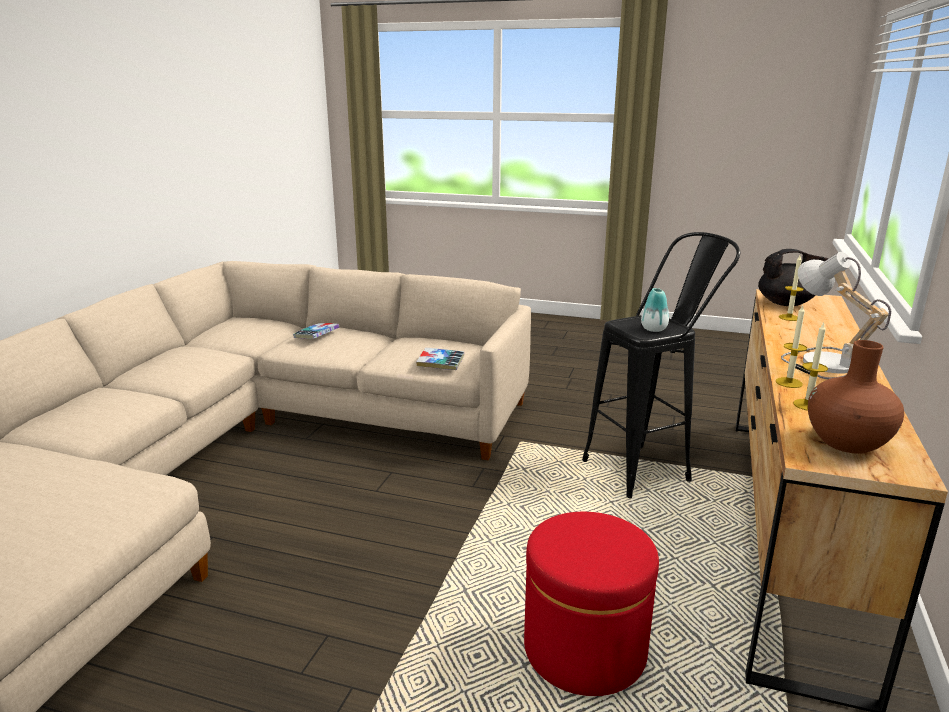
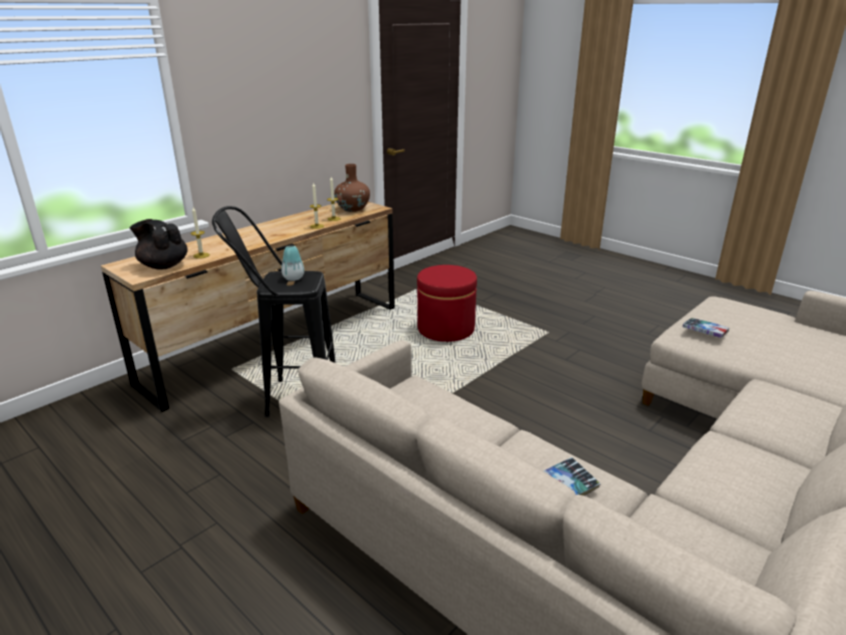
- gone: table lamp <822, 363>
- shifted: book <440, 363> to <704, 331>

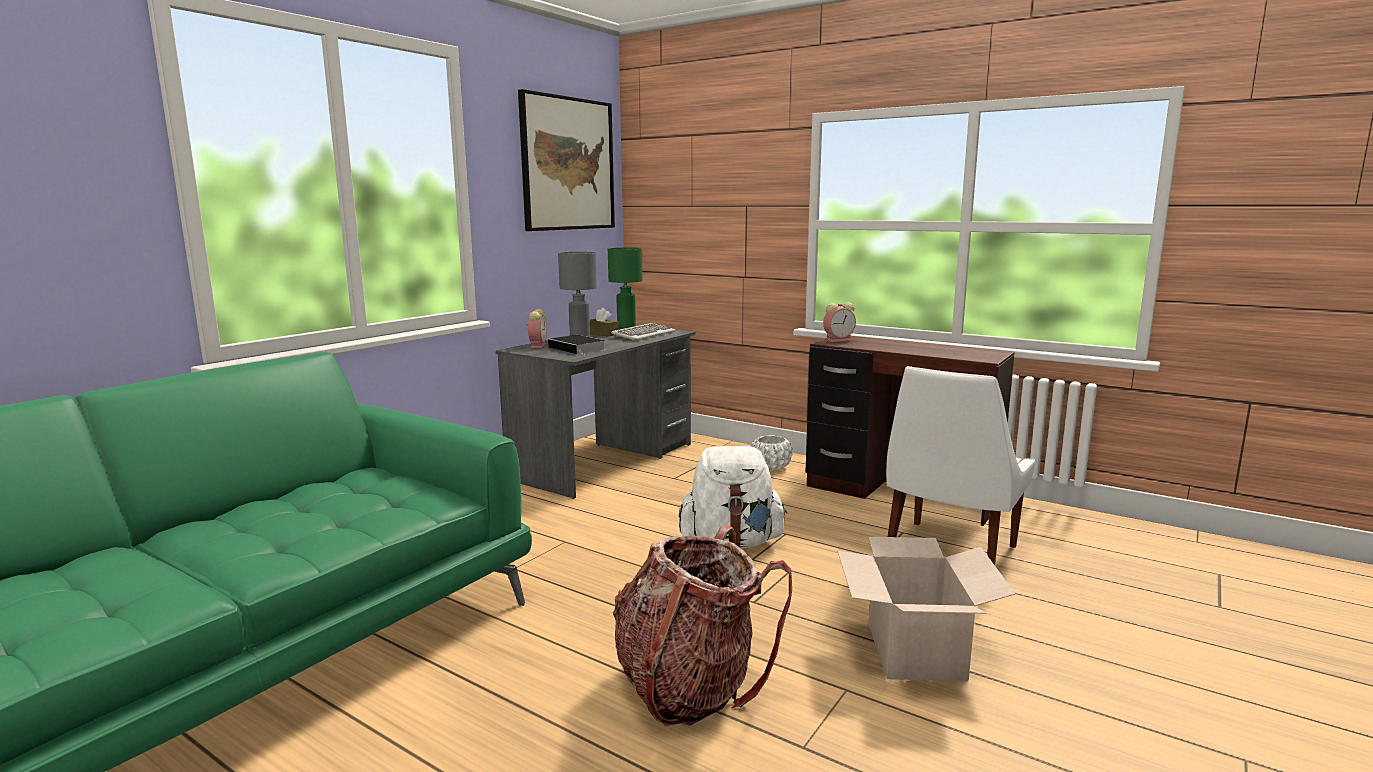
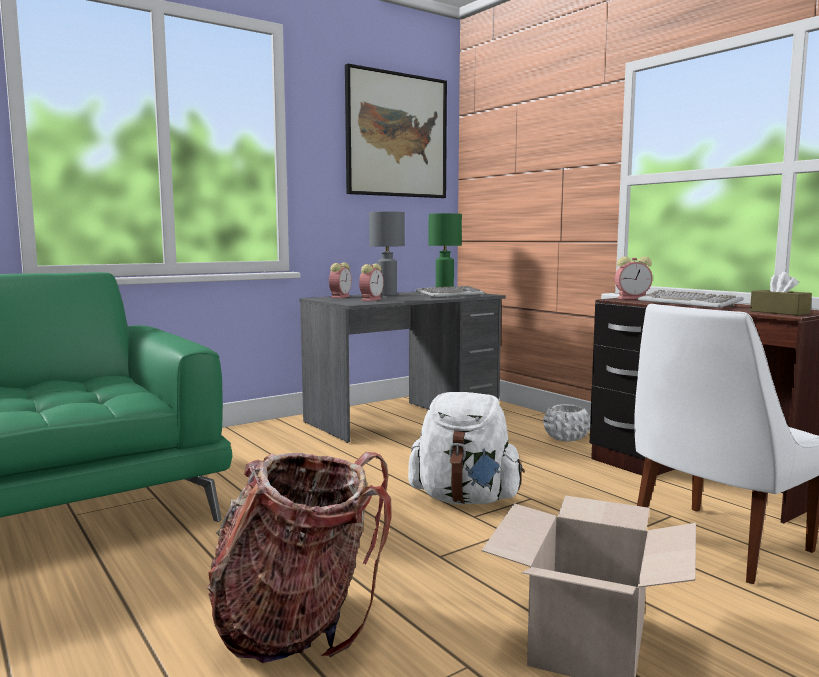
- new: keyboard <689, 304>
- shifted: brown tissue box <602, 334> to <779, 312>
- swapped: book <578, 349> to alarm clock <371, 299>

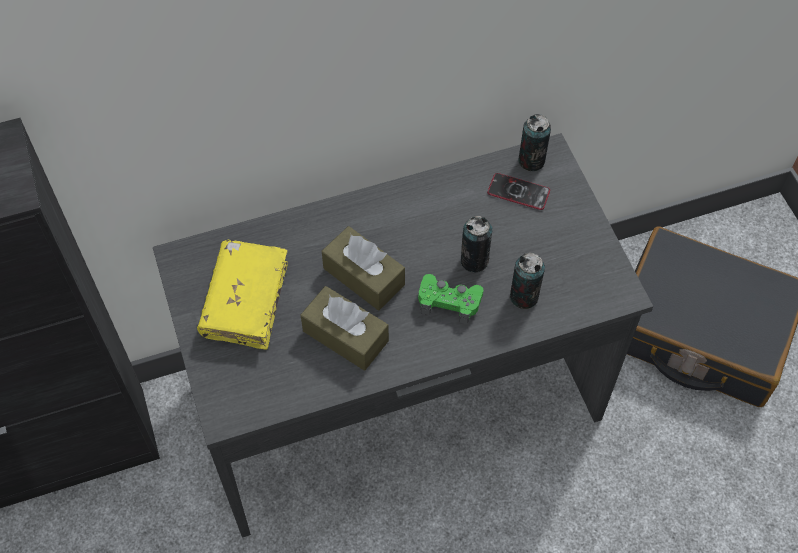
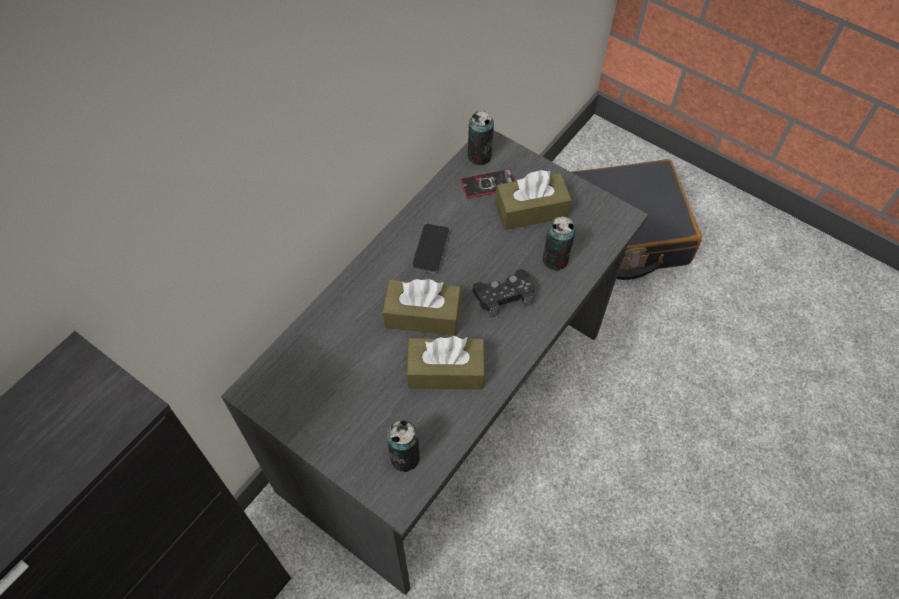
- gone: yellow book <245, 300>
- new: phone <431, 249>
- new: brown tissue box <531, 210>
- shifted: can <474, 260> to <405, 457>
- repainted: green game controller <449, 301> to black game controller <504, 296>

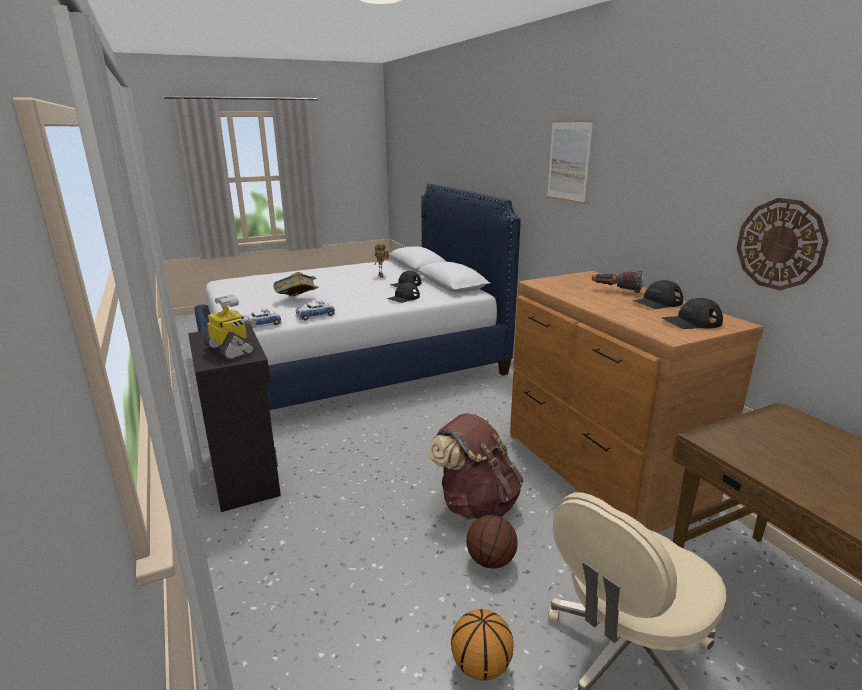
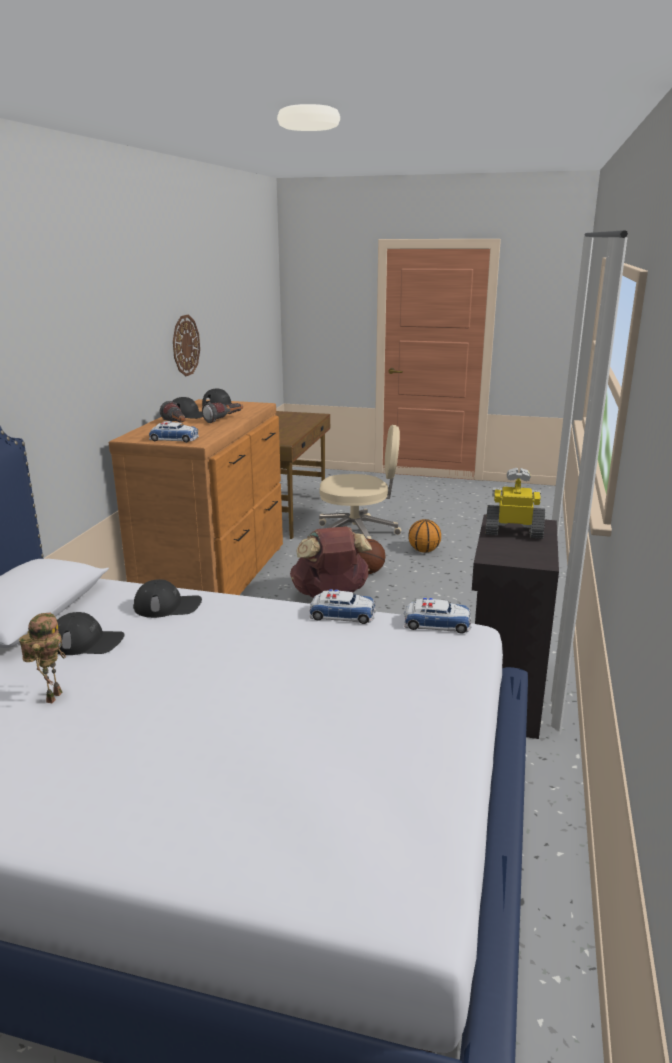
- gone: book <297, 300>
- gone: picture <568, 161>
- new: toy car <174, 439>
- new: flashlight <224, 420>
- rotated: toy robot <231, 350> = <514, 532> 105 degrees clockwise

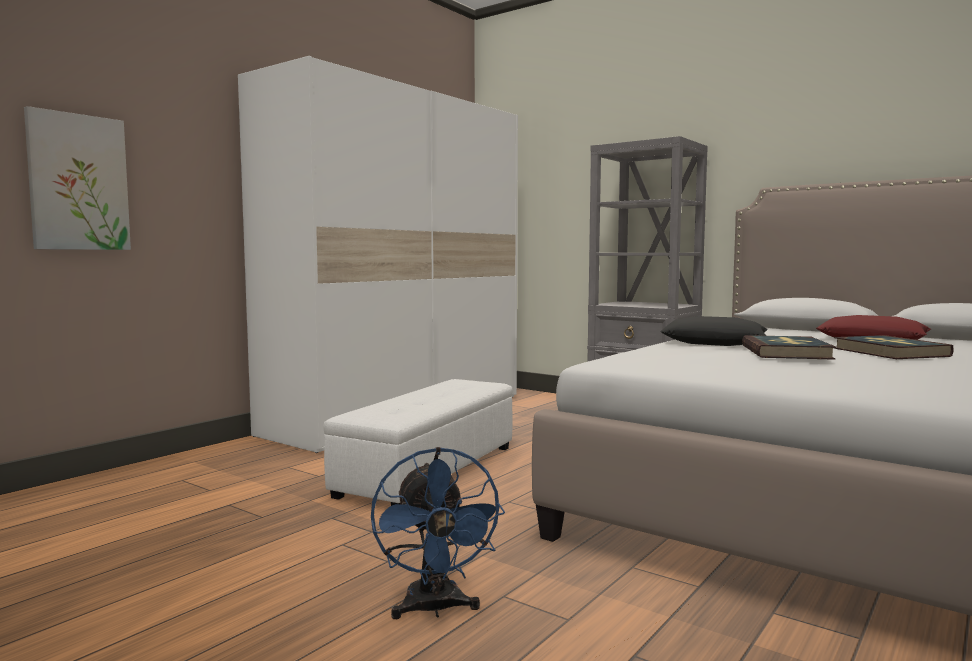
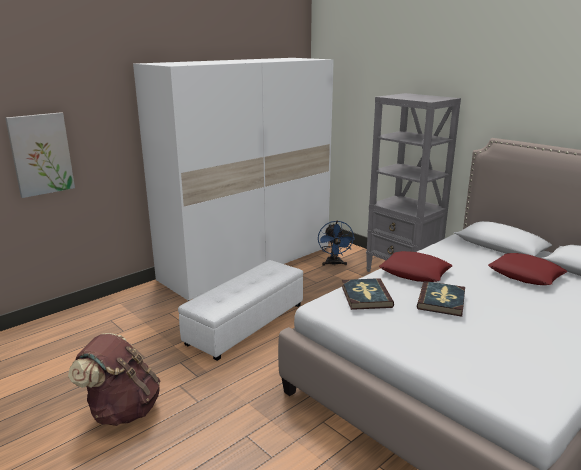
- new: brown backpack <122, 410>
- shifted: blue fan <435, 609> to <334, 264>
- shifted: book <889, 352> to <365, 296>
- repainted: black pillow <714, 342> to red pillow <415, 272>

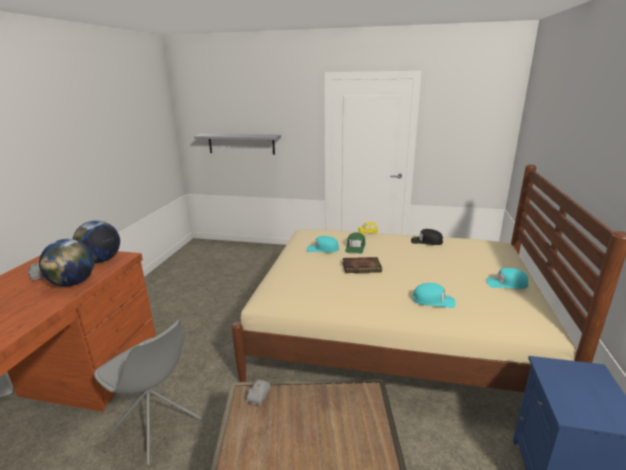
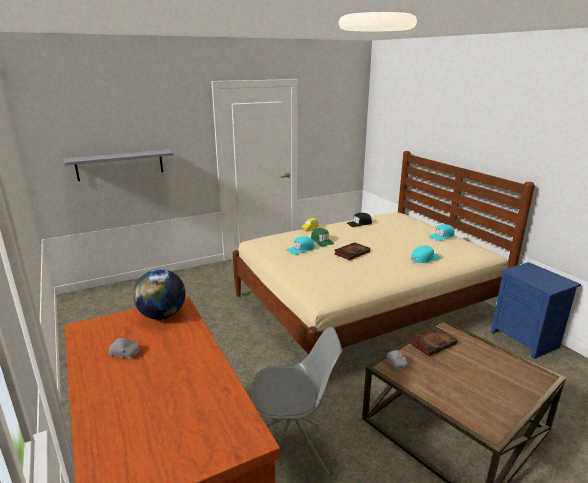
- gone: globe <73, 283>
- new: book <433, 343>

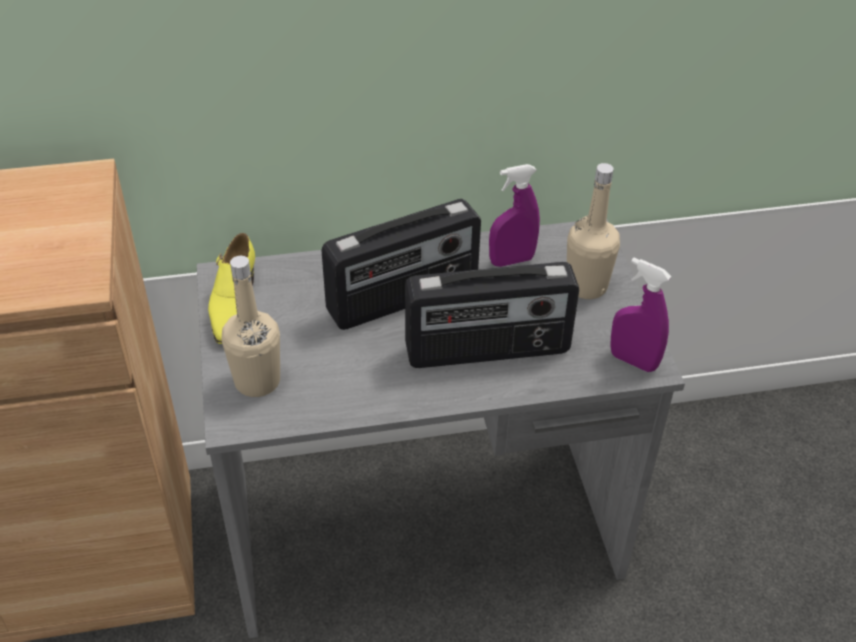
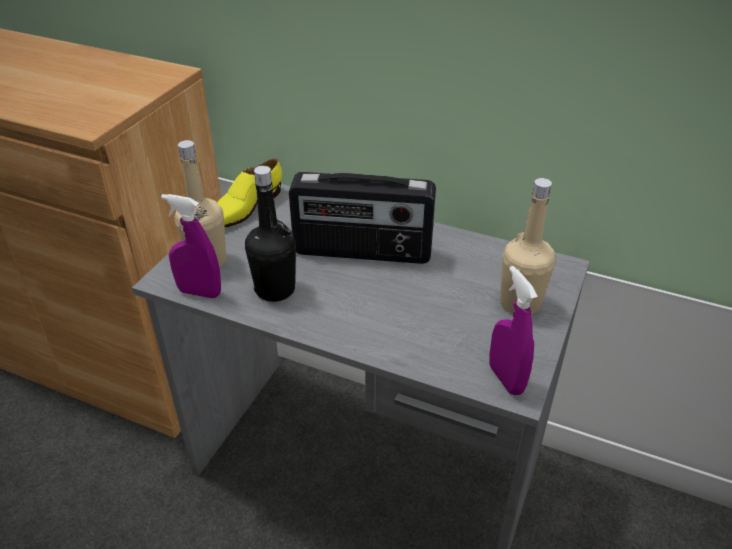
- gone: radio <487, 351>
- new: black bottle <275, 290>
- shifted: purple spray bottle <511, 260> to <199, 292>

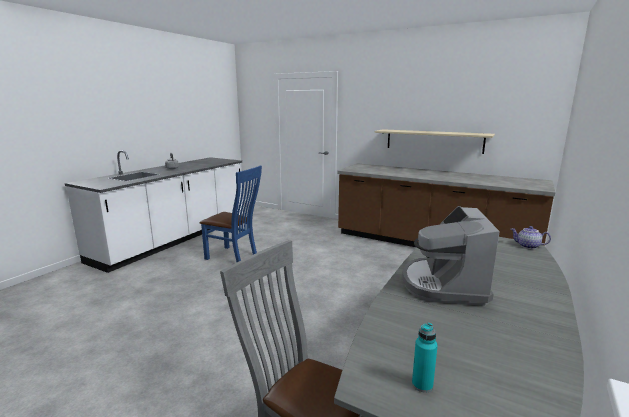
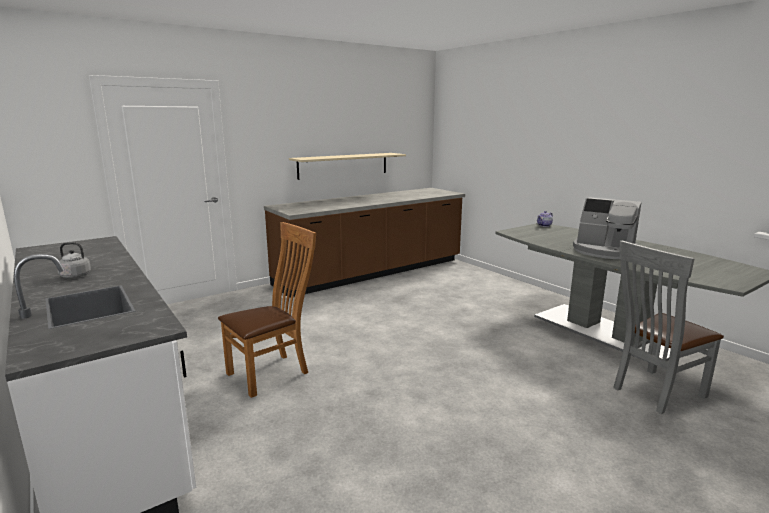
- gone: turquoise bottle <422, 385>
- repainted: blue chair <234, 256> to brown chair <272, 372>

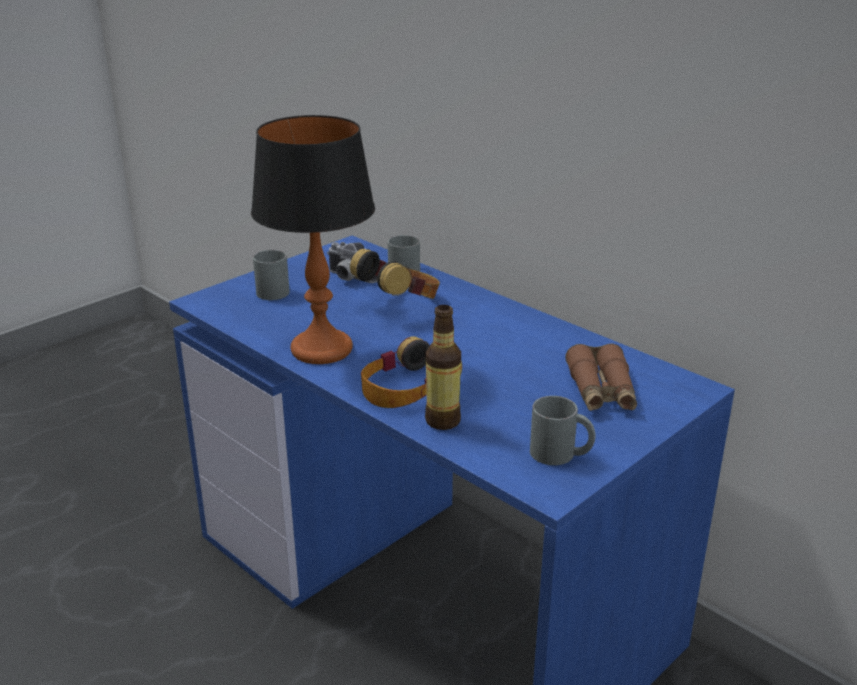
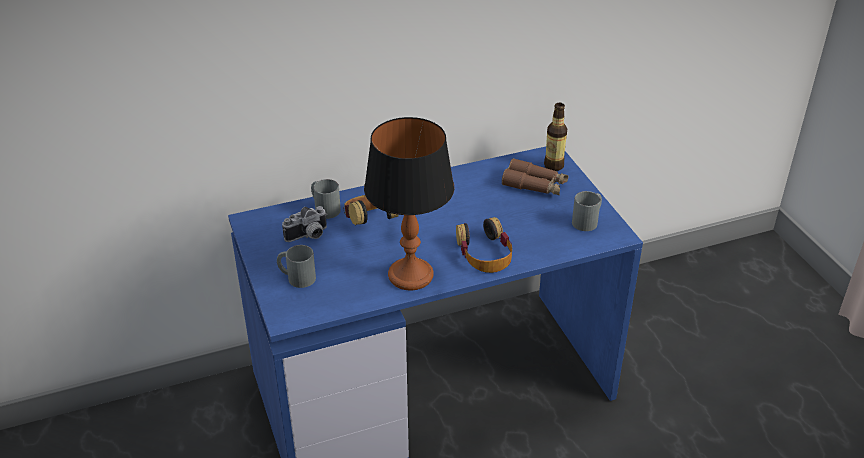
- shifted: bottle <442, 421> to <554, 166>

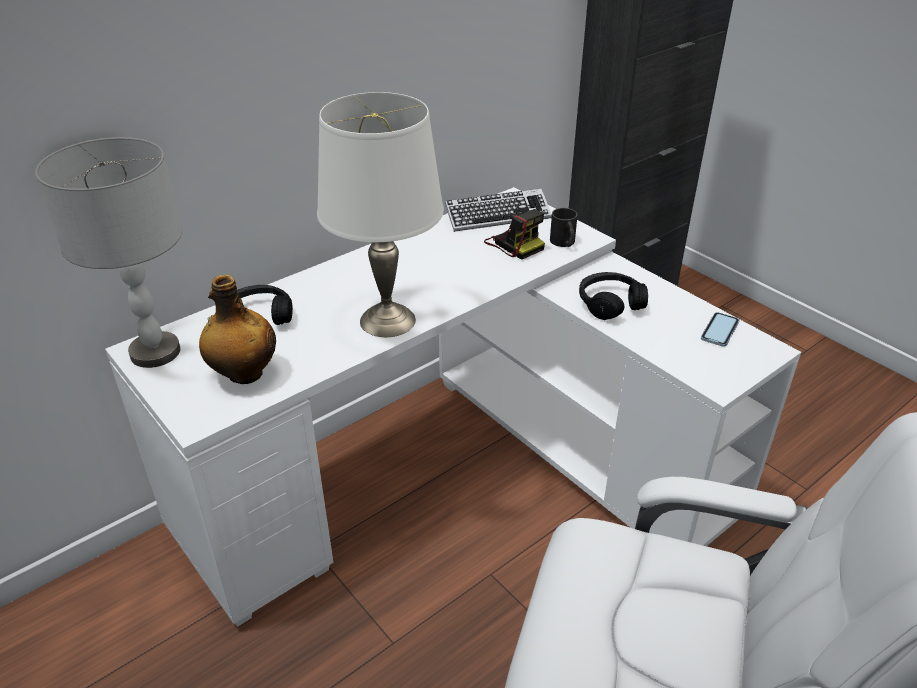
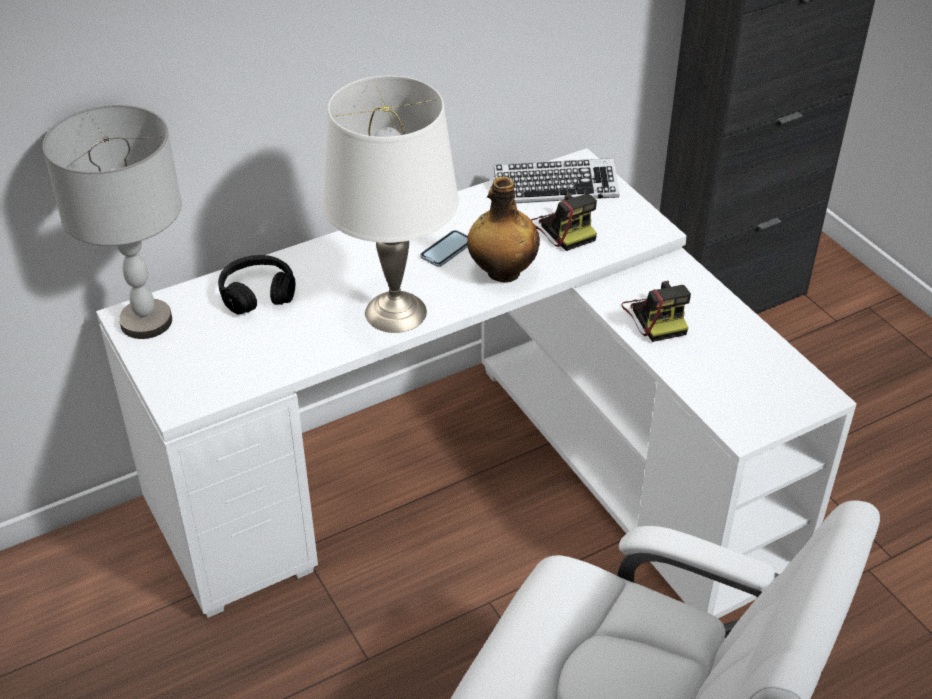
- gone: black mug <564, 243>
- shifted: bottle <244, 374> to <502, 272>
- shifted: phone <719, 331> to <447, 250>
- swapped: black headphones <610, 303> to photo camera <656, 317>

